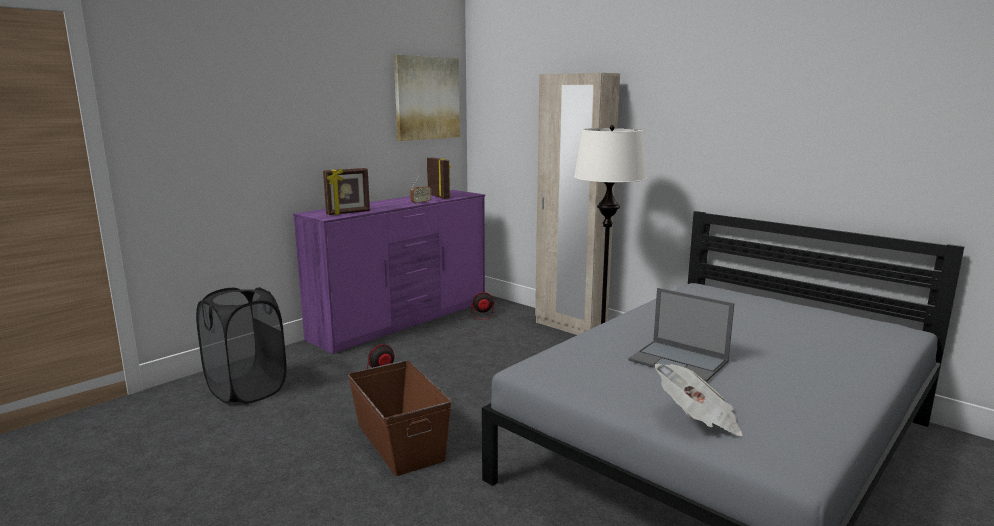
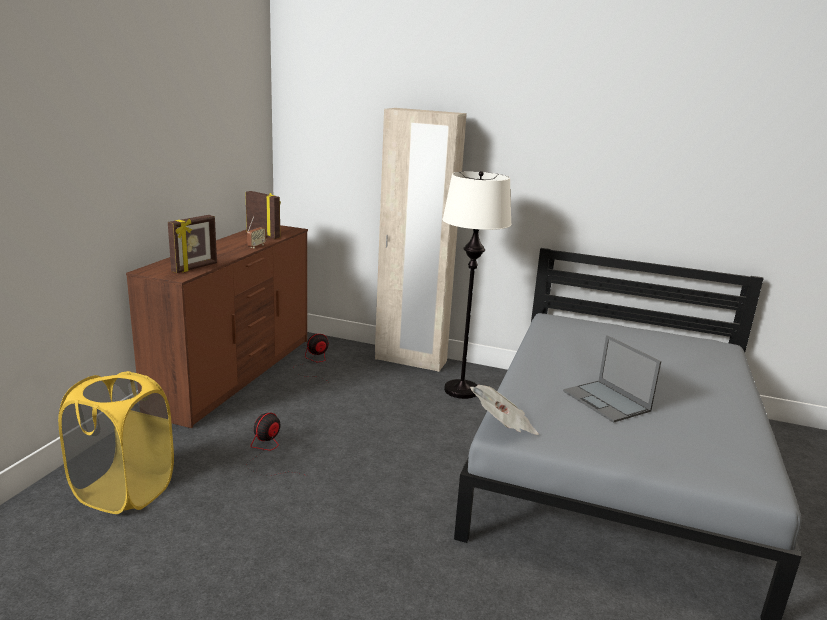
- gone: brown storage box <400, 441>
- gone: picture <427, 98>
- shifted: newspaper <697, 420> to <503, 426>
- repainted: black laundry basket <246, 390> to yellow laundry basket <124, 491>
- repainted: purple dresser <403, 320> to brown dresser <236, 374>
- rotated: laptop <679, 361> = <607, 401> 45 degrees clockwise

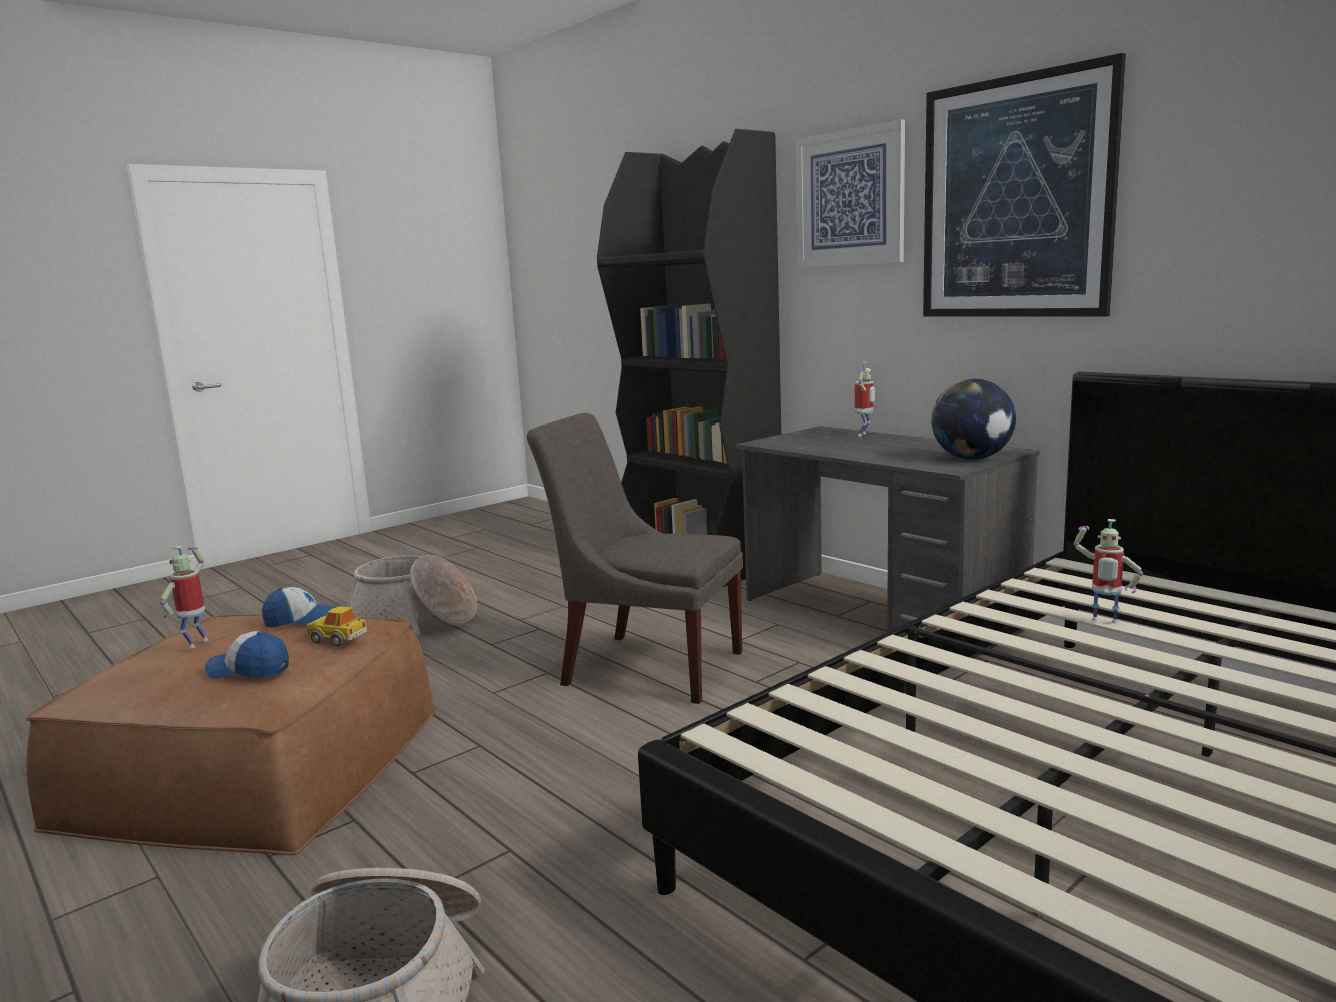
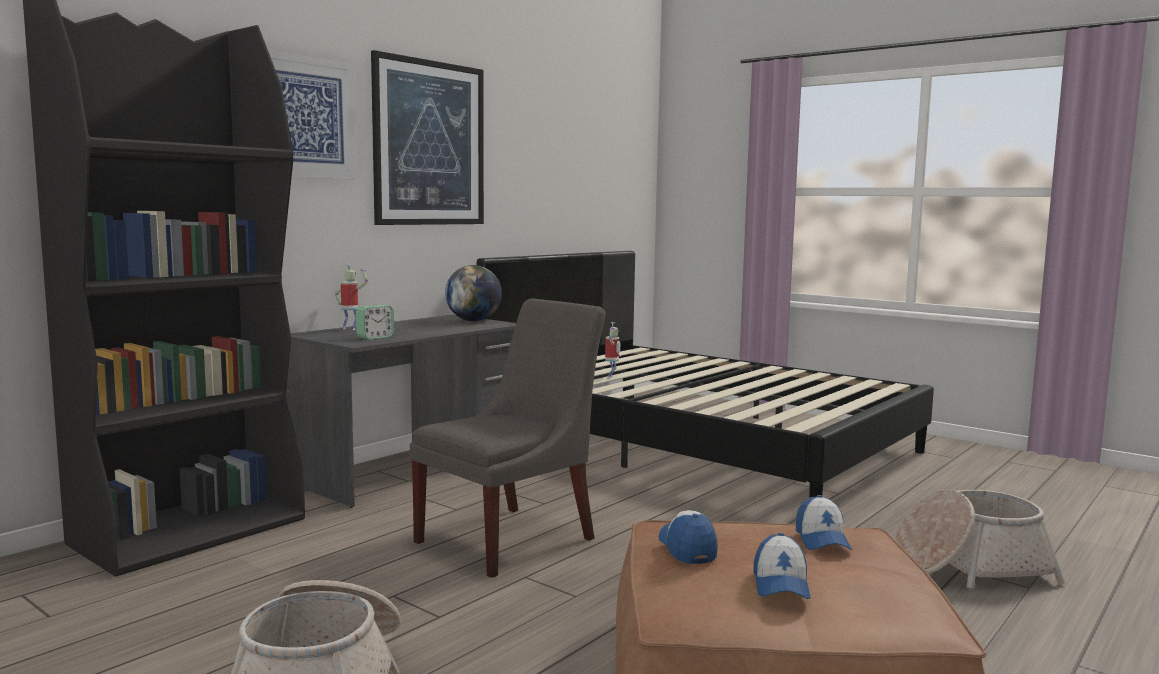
- gone: toy car <337, 639>
- new: alarm clock <375, 337>
- swapped: toy robot <196, 643> to cap <780, 584>
- rotated: grey chair <646, 666> = <512, 538> 150 degrees counterclockwise

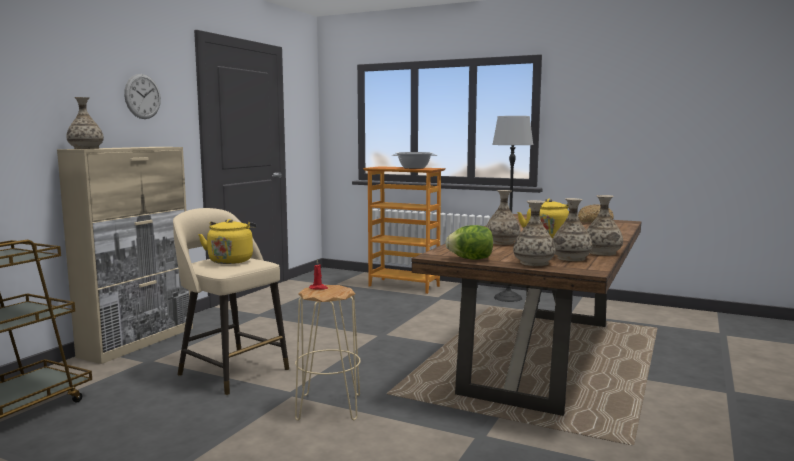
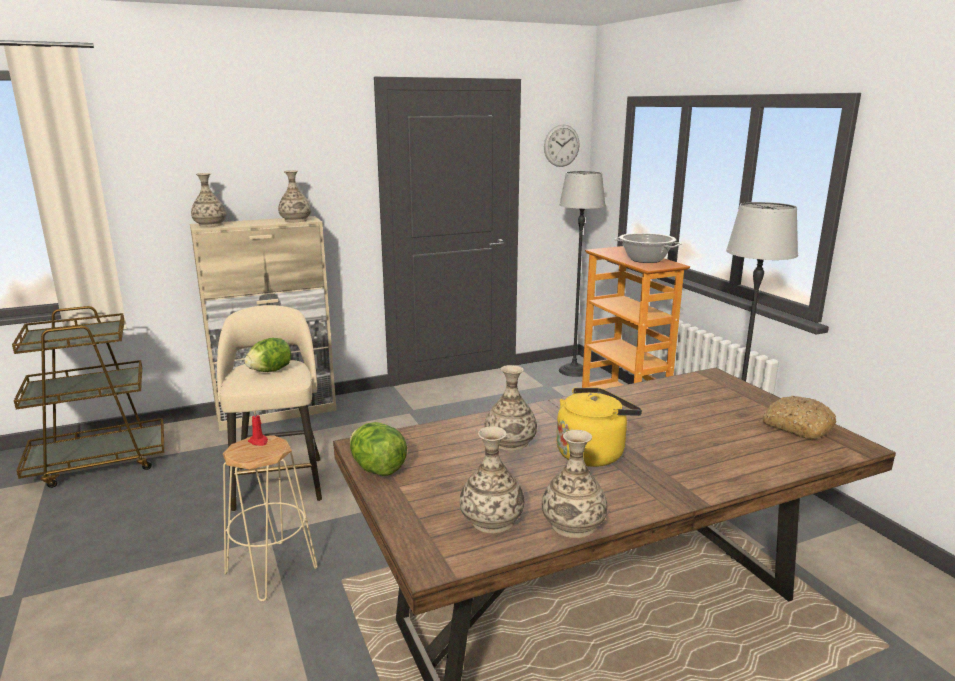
- new: floor lamp <574, 370>
- shifted: wall clock <142, 96> to <561, 145>
- shifted: vase <533, 263> to <295, 220>
- swapped: yellow kettle <231, 260> to lettuce <270, 371>

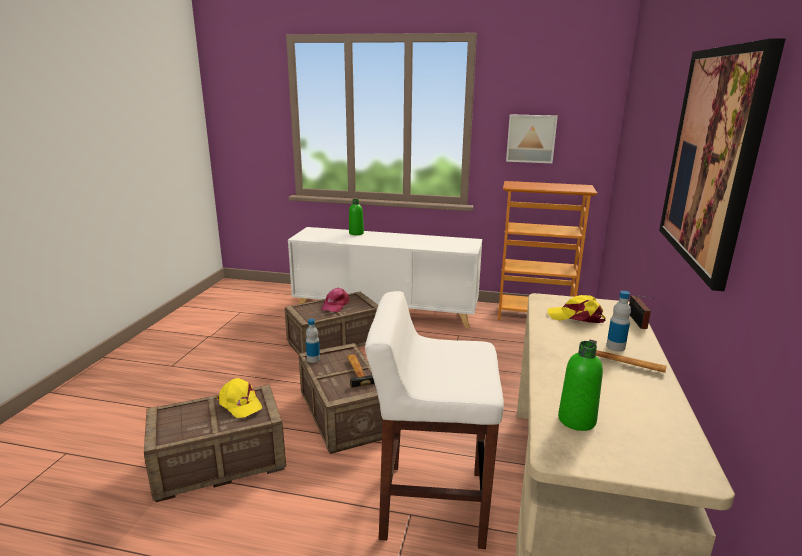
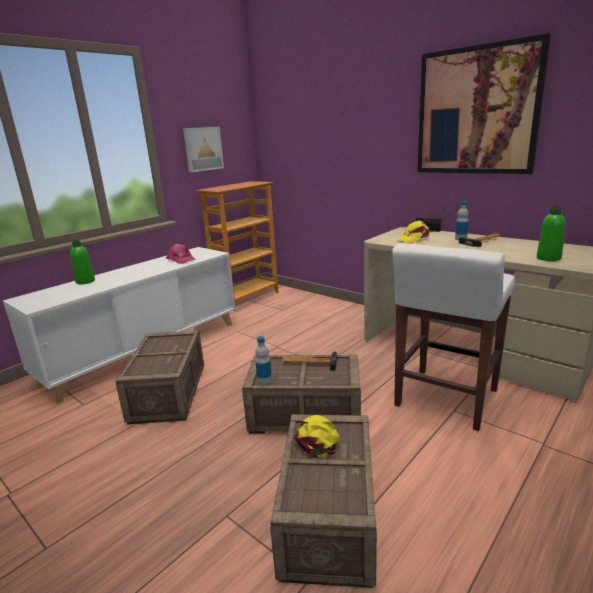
- shifted: pink cap <335, 305> to <181, 259>
- rotated: yellow cap <240, 403> = <317, 438> 75 degrees counterclockwise

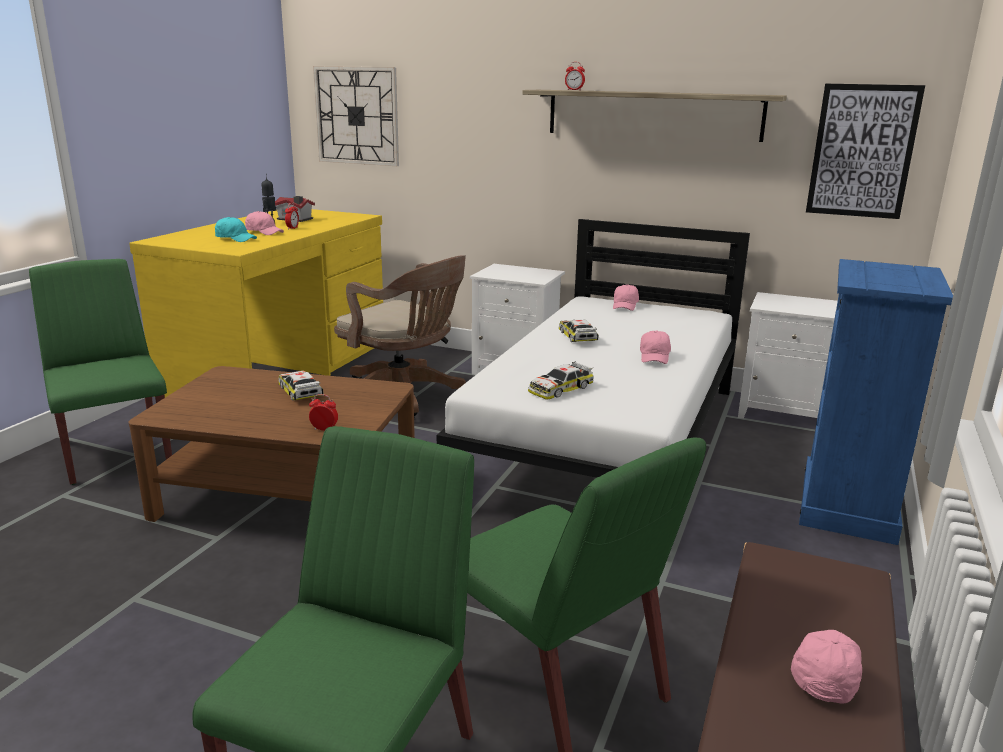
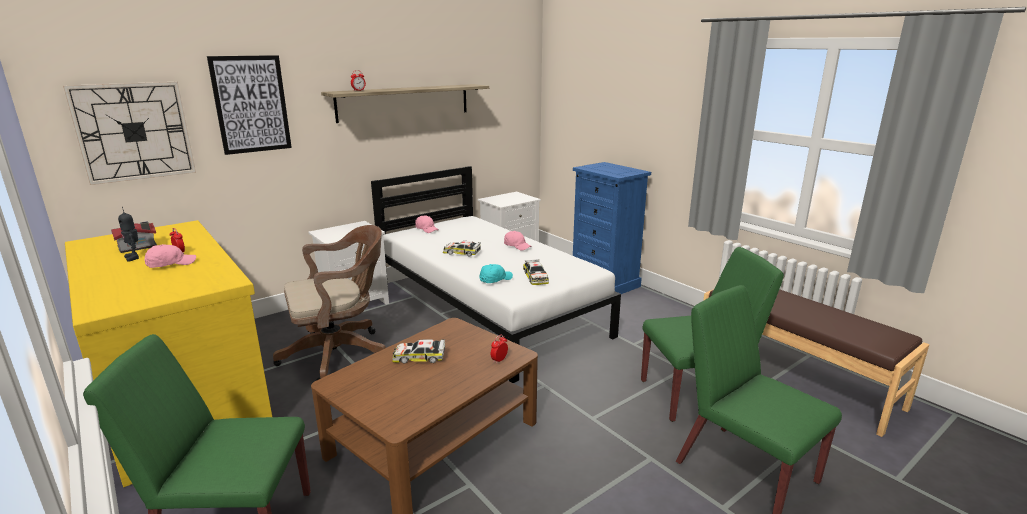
- gone: pink cap <825, 674>
- shifted: turquoise cap <235, 239> to <495, 279>
- shifted: picture <862, 151> to <251, 104>

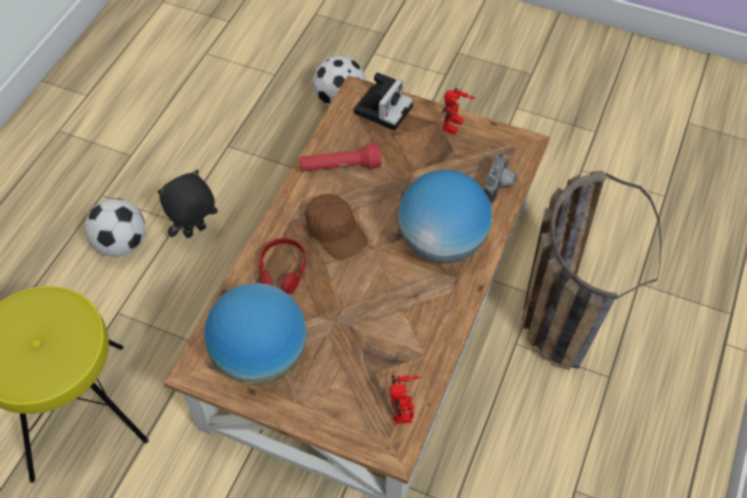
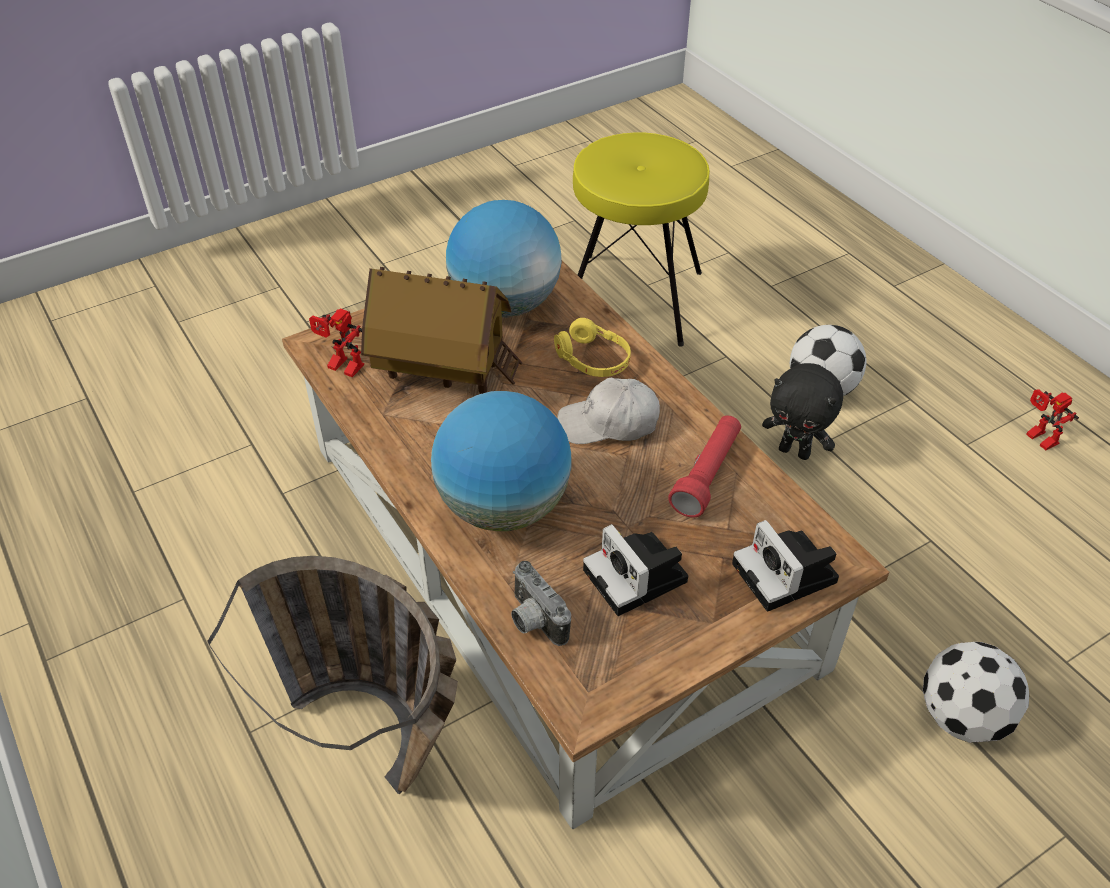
- new: toy house <443, 372>
- new: photo camera <638, 578>
- shifted: toy robot <454, 127> to <1037, 439>
- repainted: red headphones <282, 271> to yellow headphones <592, 359>
- repainted: brown cap <335, 231> to white cap <609, 423>
- rotated: black plush toy <195, 232> = <795, 451> 120 degrees clockwise

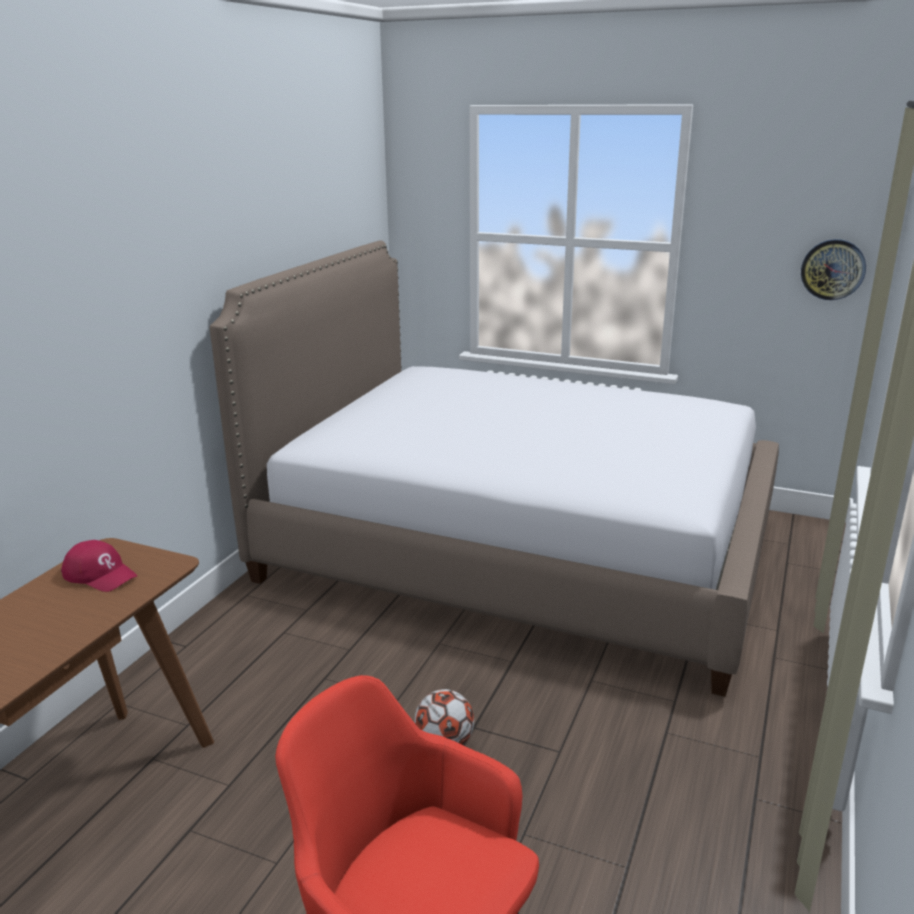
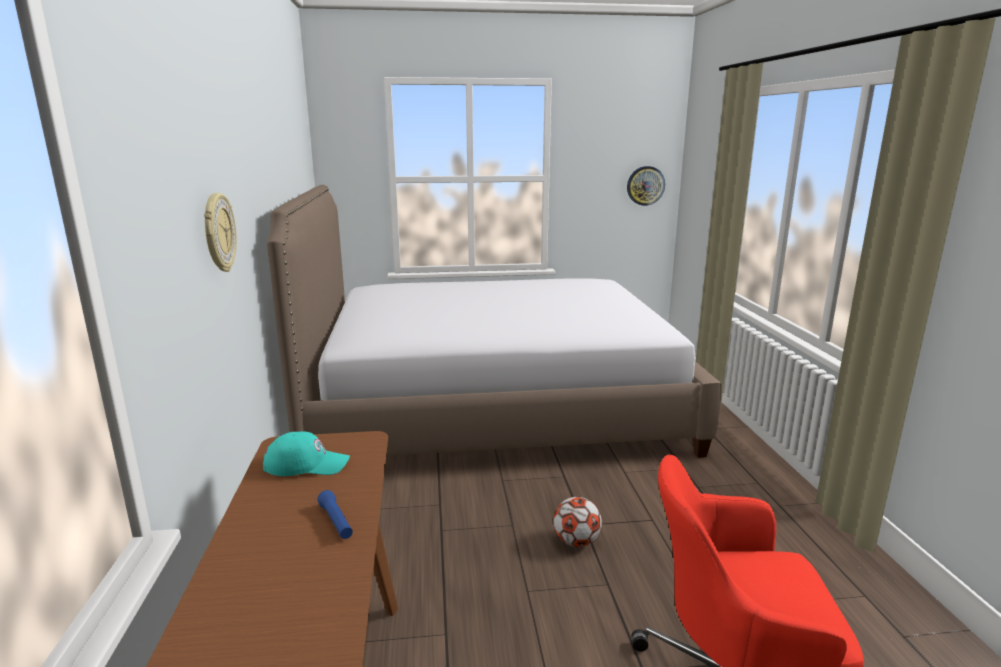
- new: wall clock <218, 233>
- new: blue flashlight <336, 522>
- repainted: red cap <100, 574> to turquoise cap <307, 464>

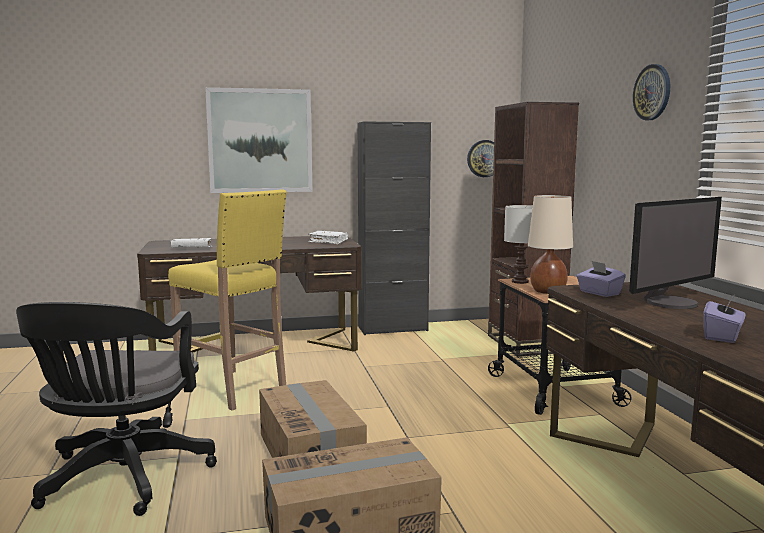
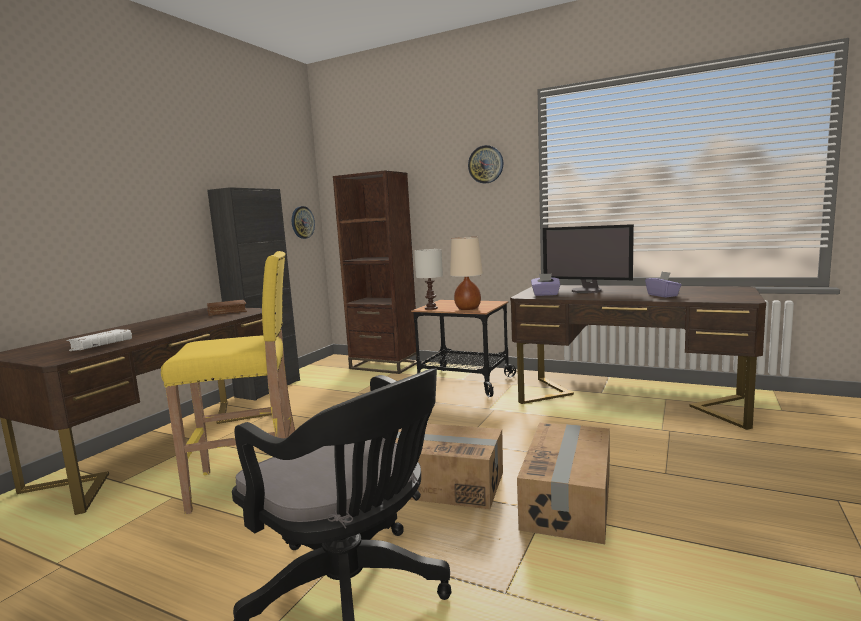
- gone: picture <260, 141>
- repainted: white book <328, 242> to brown book <227, 312>
- rotated: monitor <670, 303> = <587, 290> 120 degrees clockwise

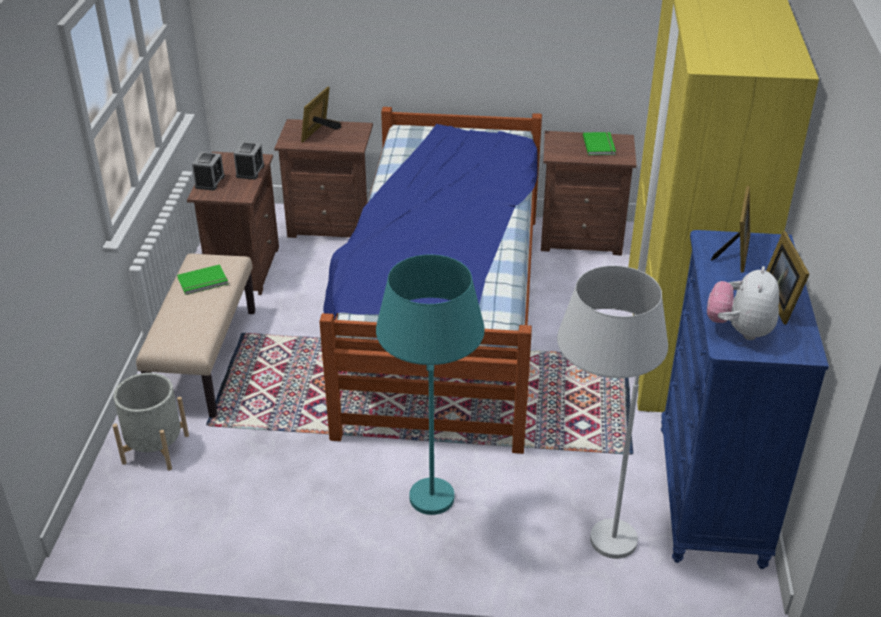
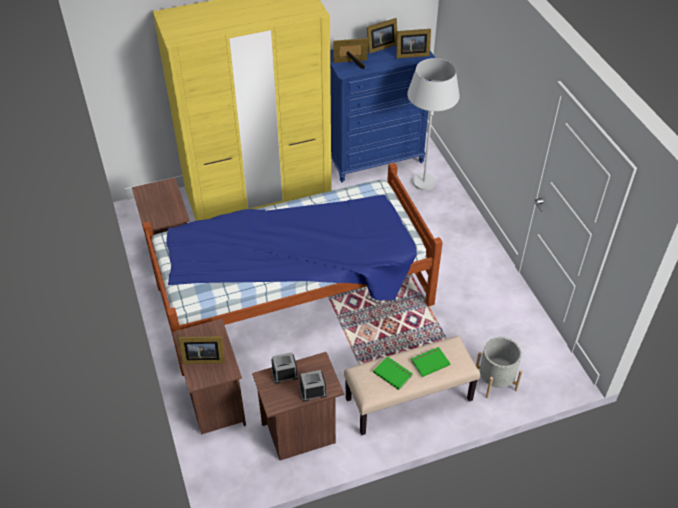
- gone: turquoise floor lamp <431, 517>
- shifted: green book <600, 145> to <429, 362>
- swapped: plush toy <739, 330> to picture frame <411, 54>

